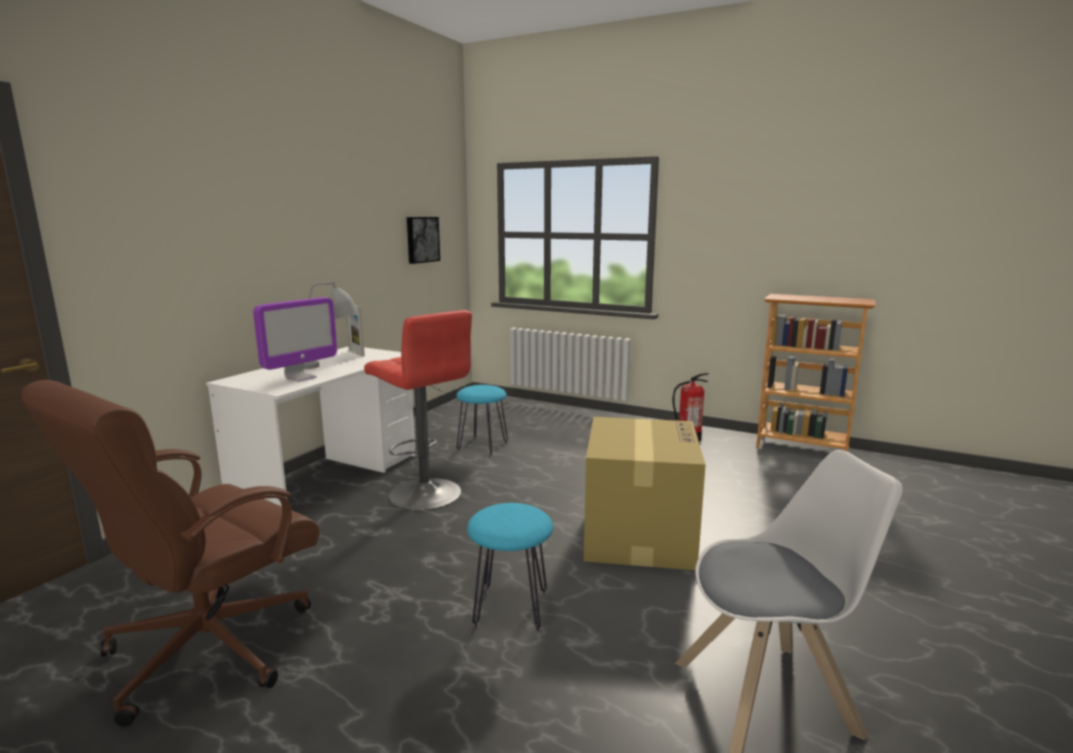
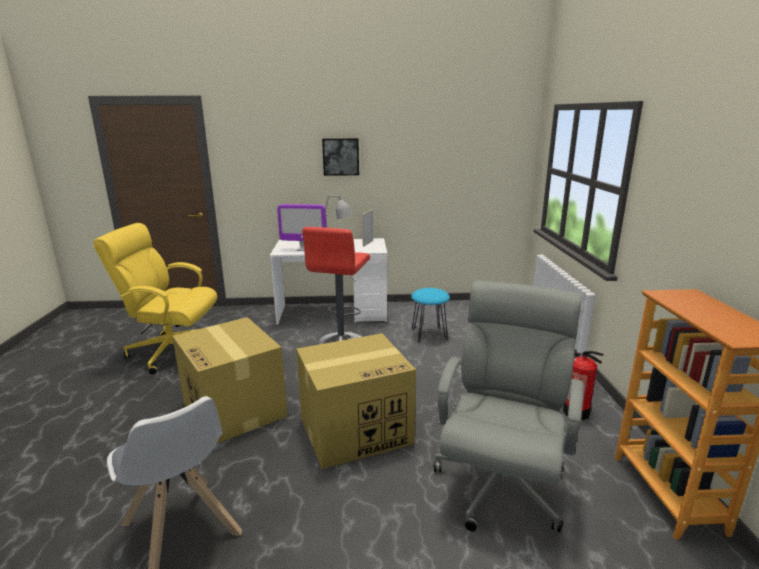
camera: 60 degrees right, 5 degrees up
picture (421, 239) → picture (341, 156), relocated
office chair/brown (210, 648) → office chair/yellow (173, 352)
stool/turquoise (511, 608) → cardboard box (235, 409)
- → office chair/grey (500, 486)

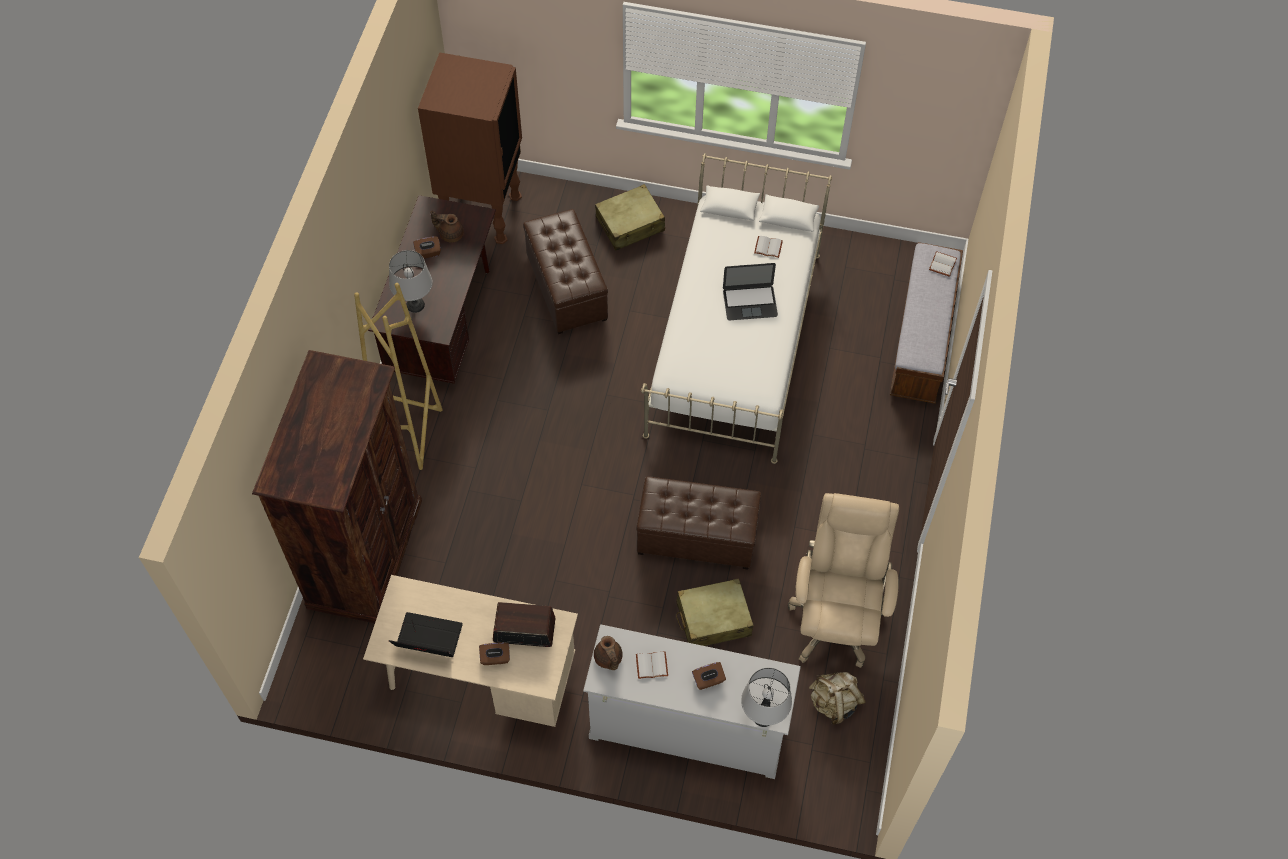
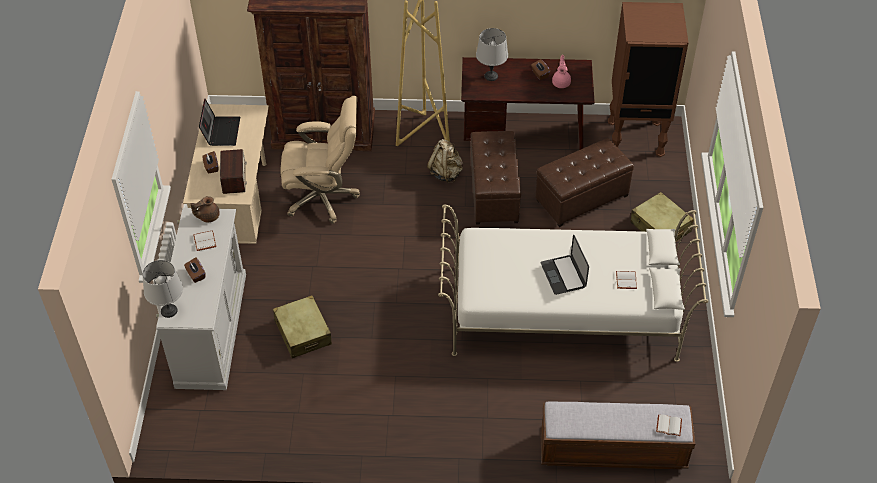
camera: 80 degrees right, 10 degrees down
teapot/brown (450, 234) → teapot/pink (561, 82)
ottoman/brown (696, 538) → ottoman/brown (493, 193), relocated
office chair/beige (836, 619) → office chair/beige (324, 199), relocated
backpack/beige (834, 703) → backpack/beige (446, 173), relocated

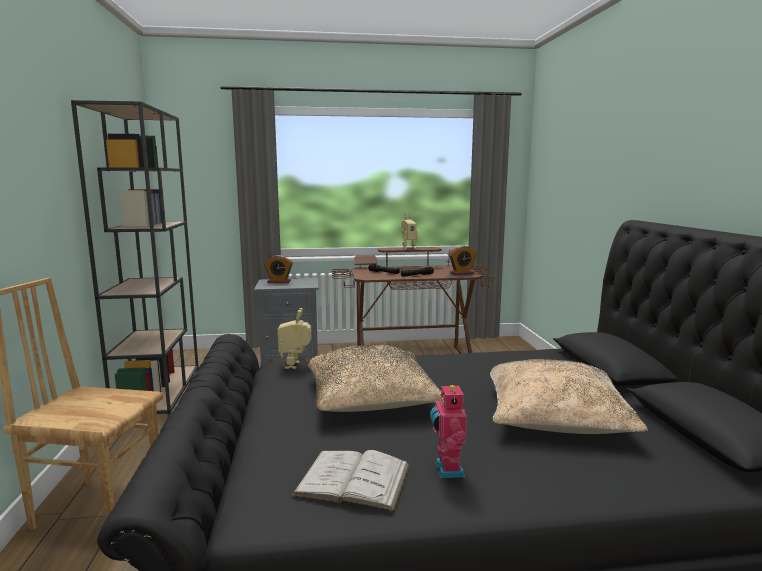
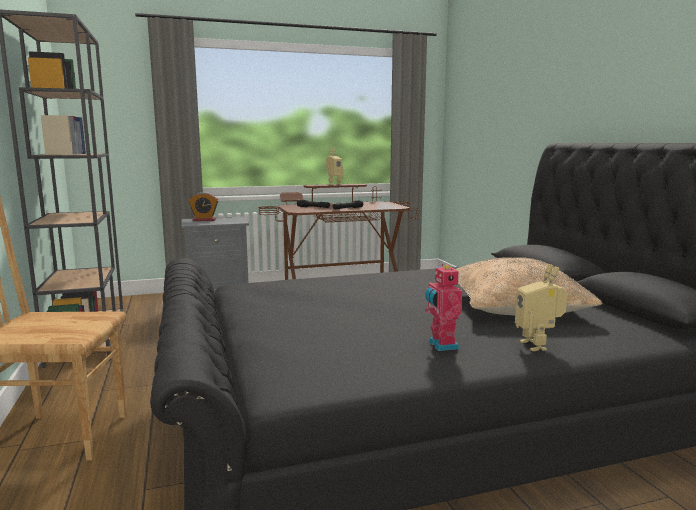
camera: 10 degrees left, 0 degrees up
alarm clock (462, 273) → -
toy robot (295, 365) → toy robot (537, 345), relocated
pillow/beige (371, 396) → -
book/white (353, 479) → -

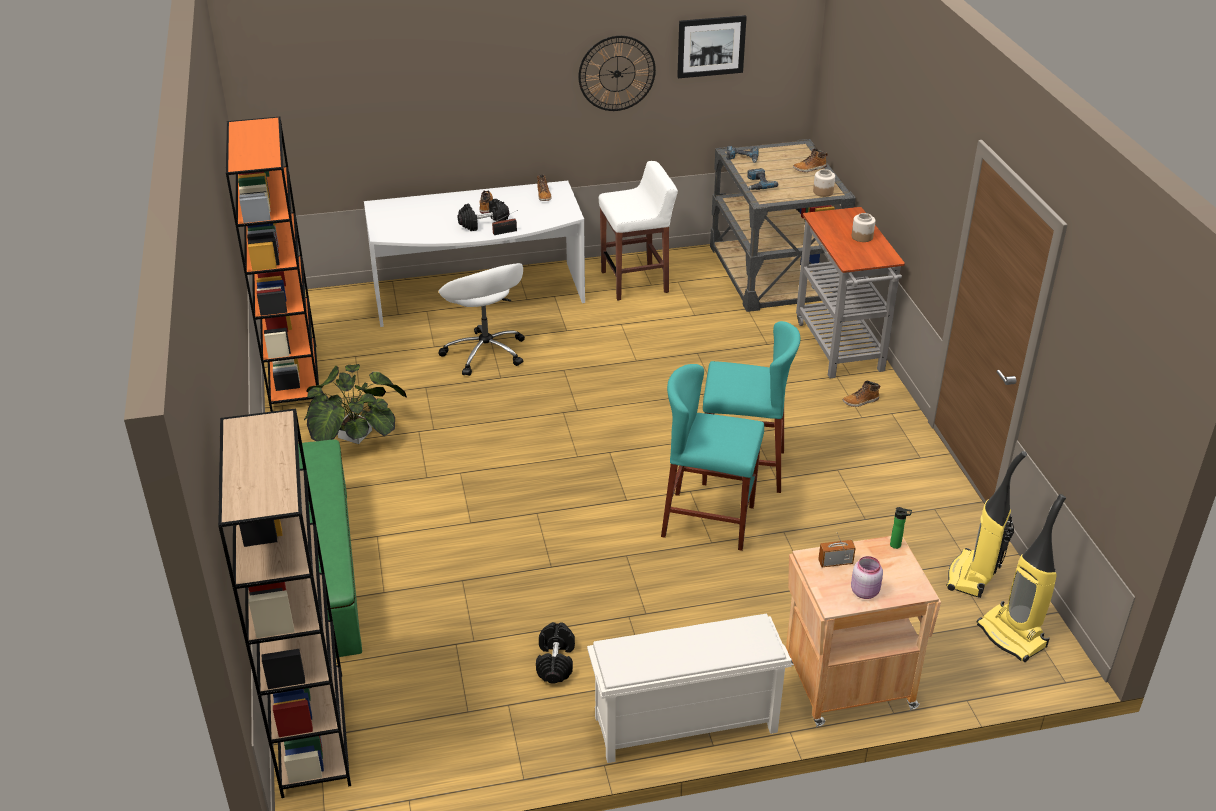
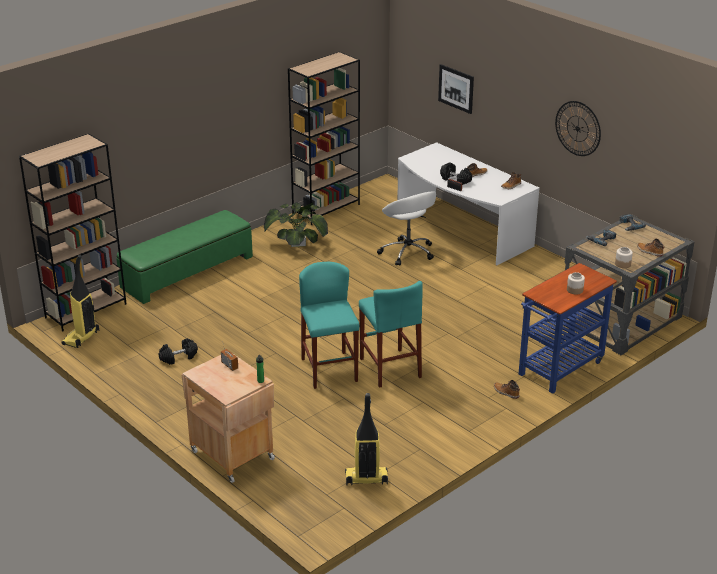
camera: 60 degrees right, 5 degrees down
picture (711, 46) → picture (456, 88), relocated
bookcase/orange (293, 377) → bookcase/beige (326, 209)
stool/white (636, 282) → -
cart/grey (840, 347) → cart/blue (560, 369)
office chair/white (486, 354) → office chair/white (408, 253), 60 degrees counterclockwise
vacuum cleaner (1013, 636) → vacuum cleaner (81, 338), relocated
jar/pink (865, 591) → -
shoe rack/white (684, 725) → -

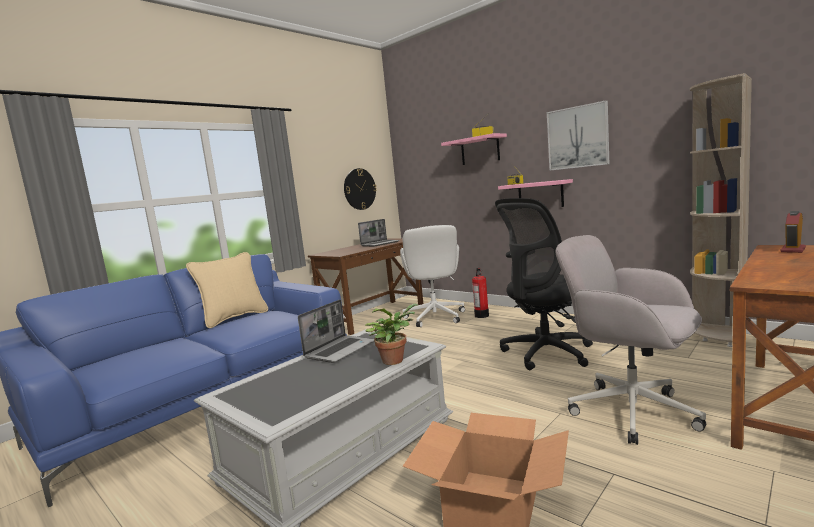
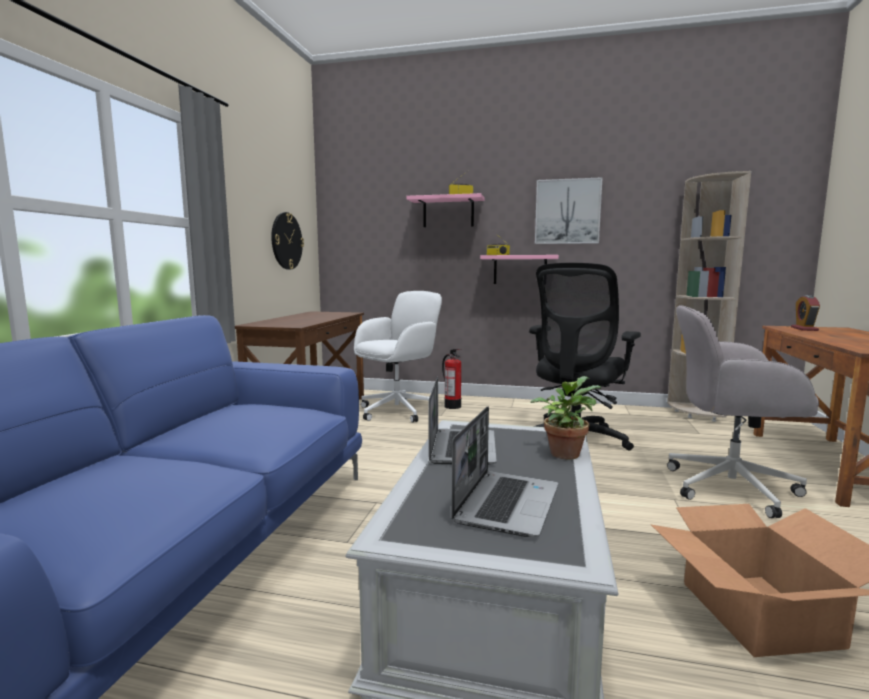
camera: 30 degrees left, 0 degrees up
laptop (380, 244) → laptop (506, 503), relocated
office chair/white (435, 317) → office chair/white (398, 411), 105 degrees counterclockwise
pillow/beige (234, 318) → -

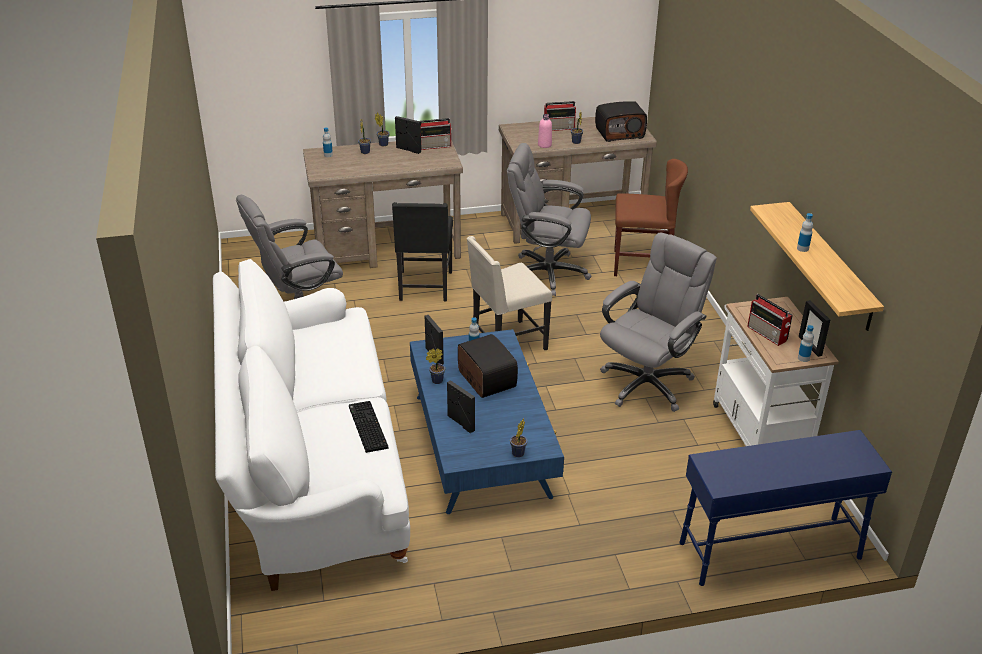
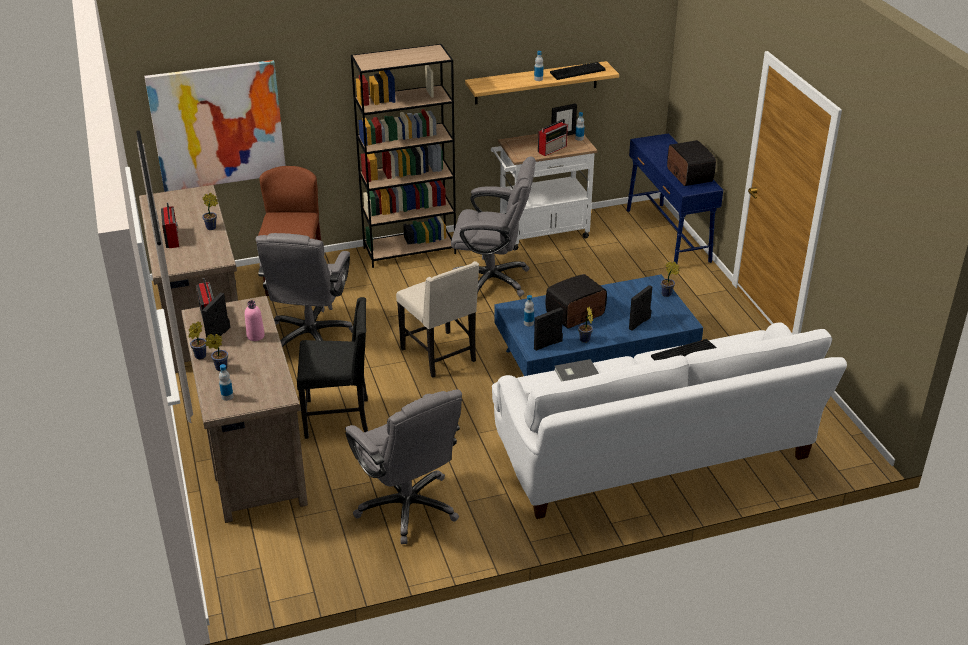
camera: 95 degrees left, 0 degrees up
radio (619, 133) → radio (688, 175), relocated
bottle/pink (544, 145) → bottle/pink (255, 336), relocated
office chair/grey (646, 384) → office chair/grey (491, 280), 150 degrees clockwise
- → bookcase/beige (410, 250)
- → picture (217, 125)
- → keyboard (577, 71)
- → book/grey (576, 373)

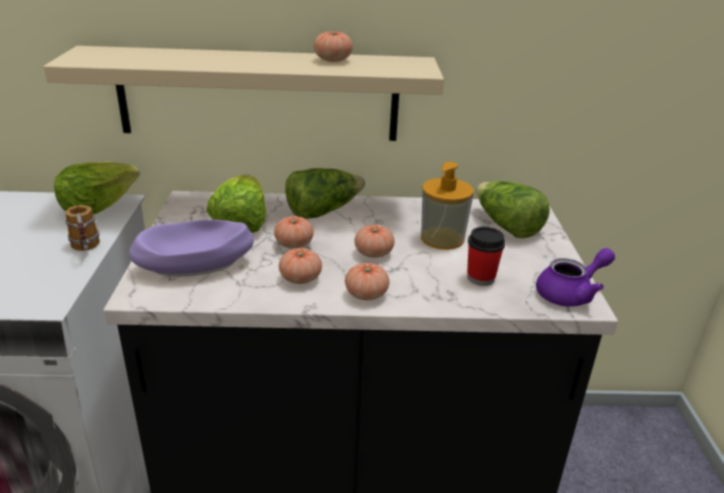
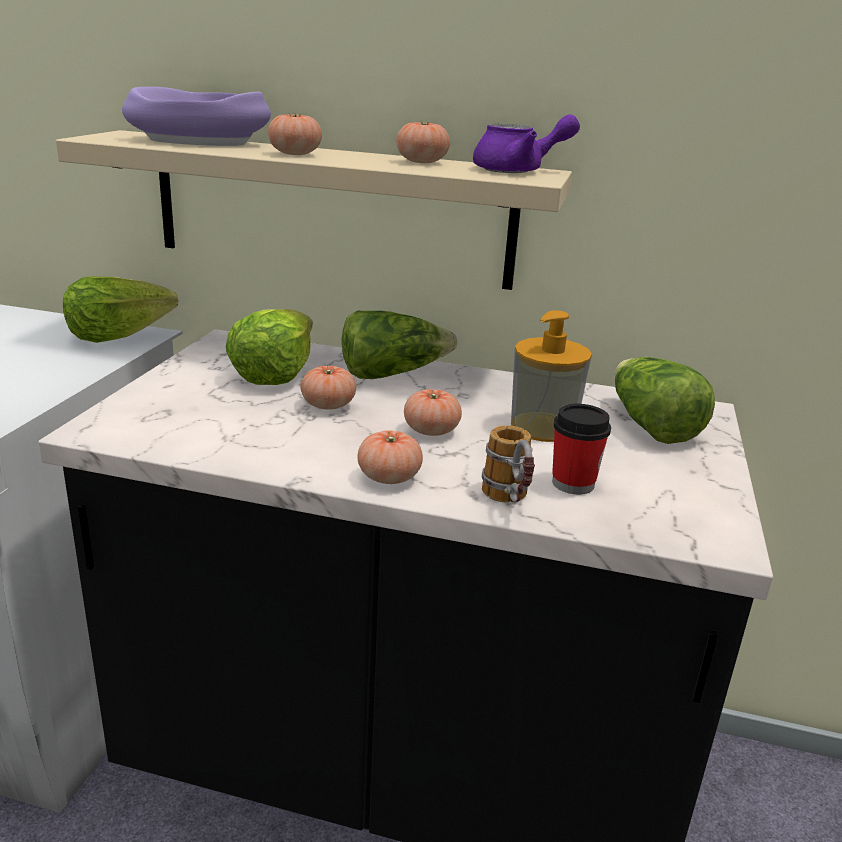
camera: 15 degrees right, 5 degrees down
mug (86, 250) → mug (510, 502), relocated
bowl/purple (195, 265) → bowl/purple (199, 142), relocated
tomato (300, 278) → tomato (295, 154), relocated
teapot/purple (571, 294) → teapot/purple (518, 170), relocated

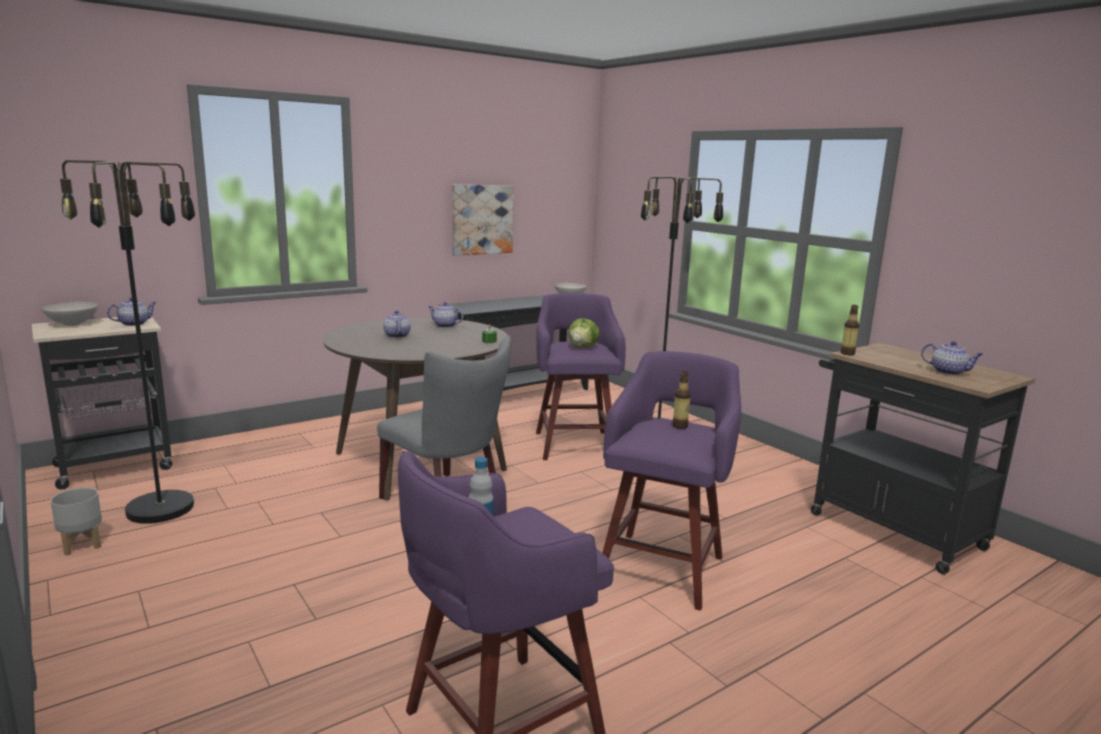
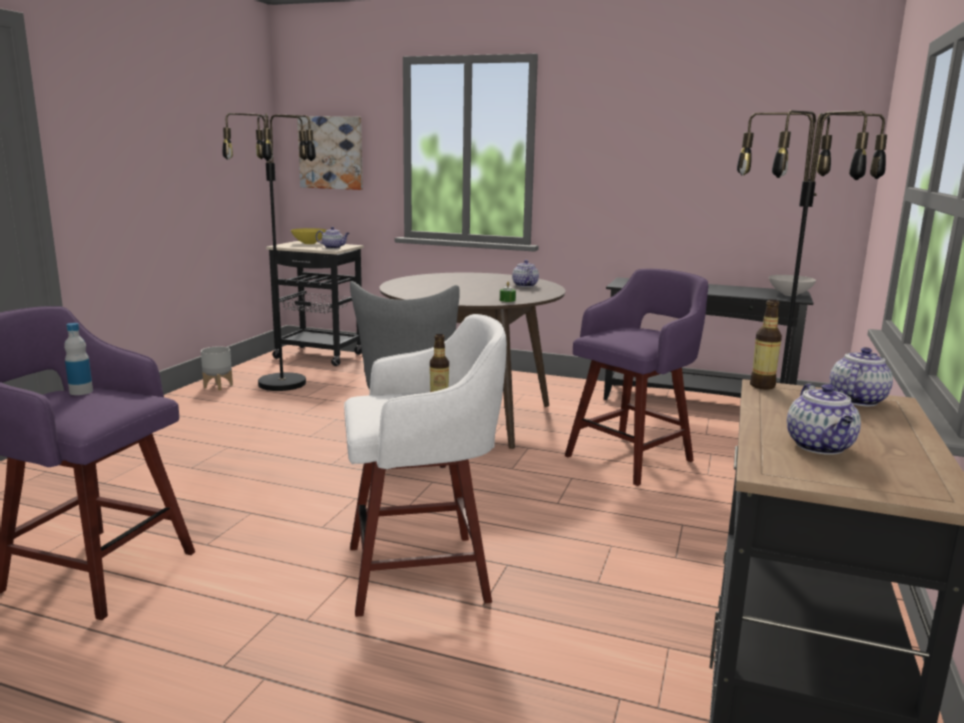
camera: 55 degrees right, 0 degrees up
picture (482, 219) → picture (331, 153), relocated
bowl/white (73, 324) → bowl/yellow (310, 243)
teapot (396, 336) → teapot (856, 400), relocated
lettuce (583, 347) → -
stool/purple (662, 567) → stool/white (423, 573)

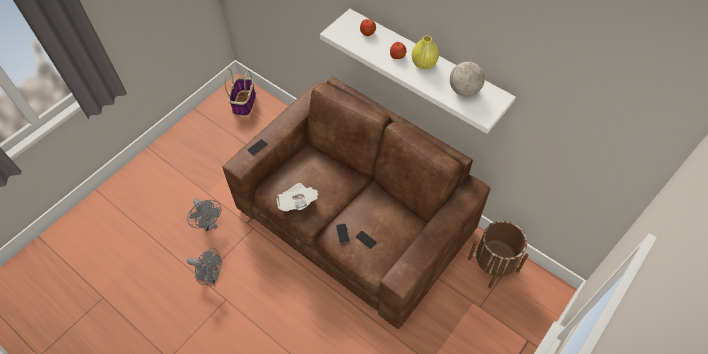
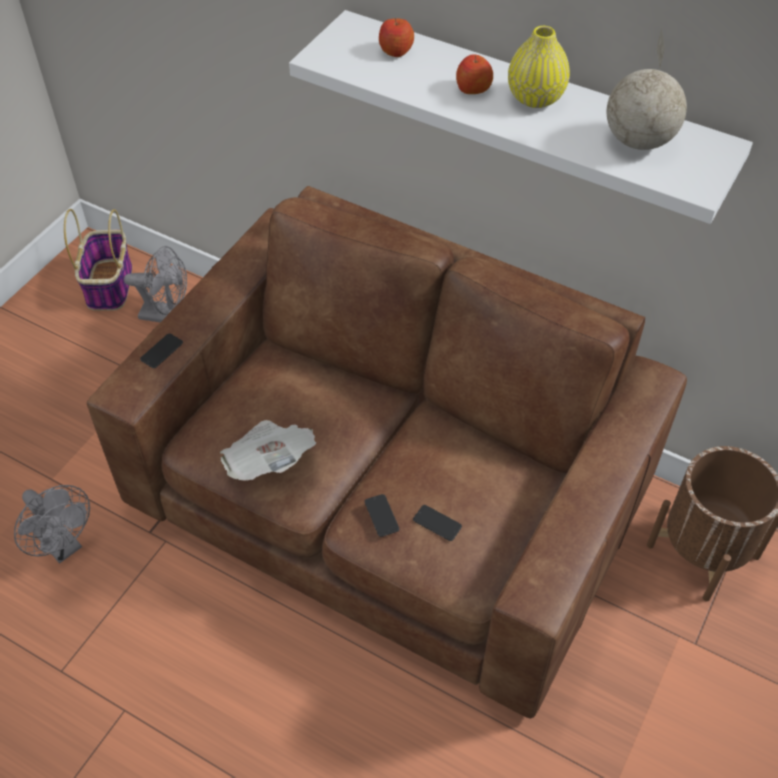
camera: 10 degrees left, 5 degrees down
fan/grey (211, 276) → fan/grey (167, 315), relocated

